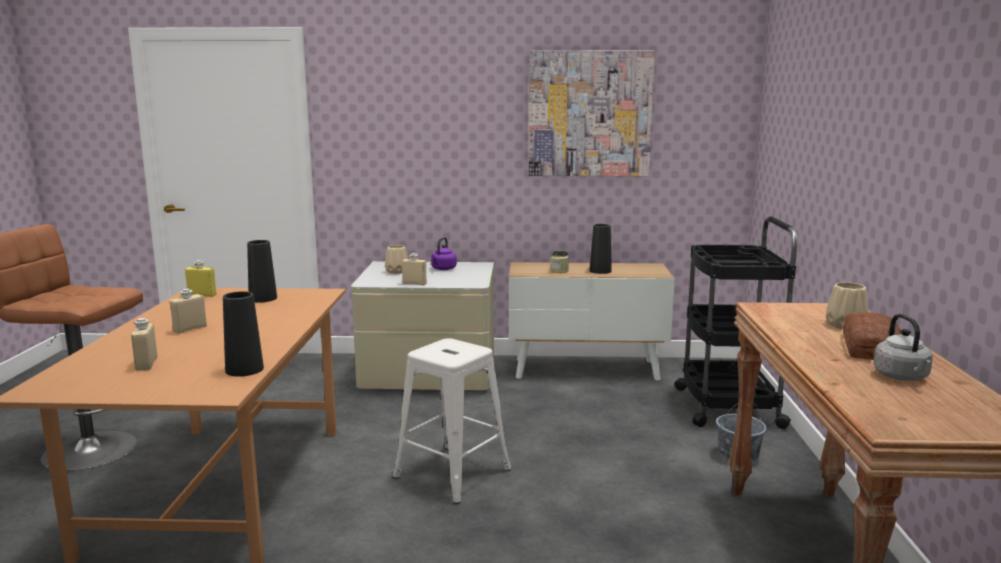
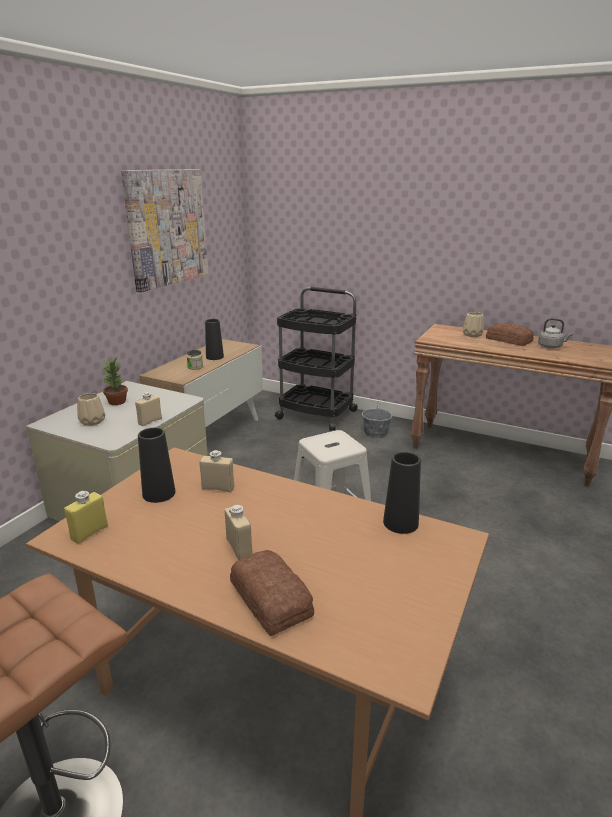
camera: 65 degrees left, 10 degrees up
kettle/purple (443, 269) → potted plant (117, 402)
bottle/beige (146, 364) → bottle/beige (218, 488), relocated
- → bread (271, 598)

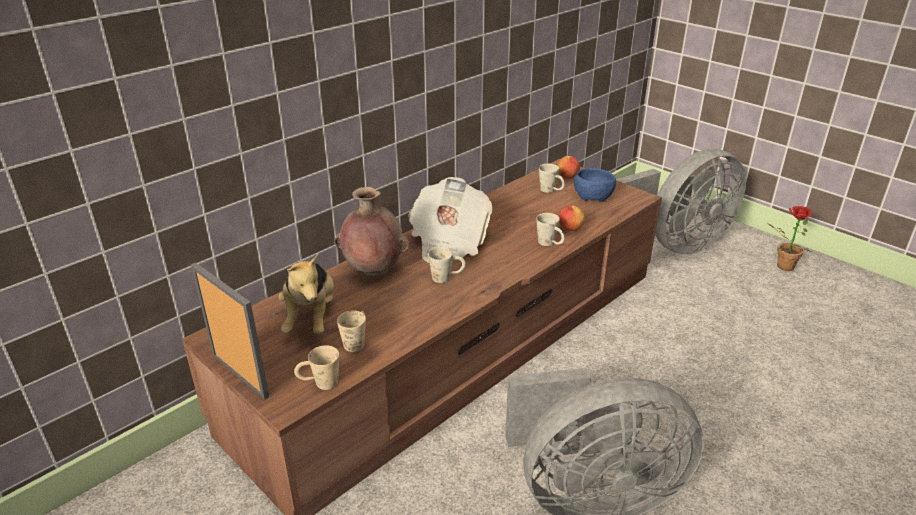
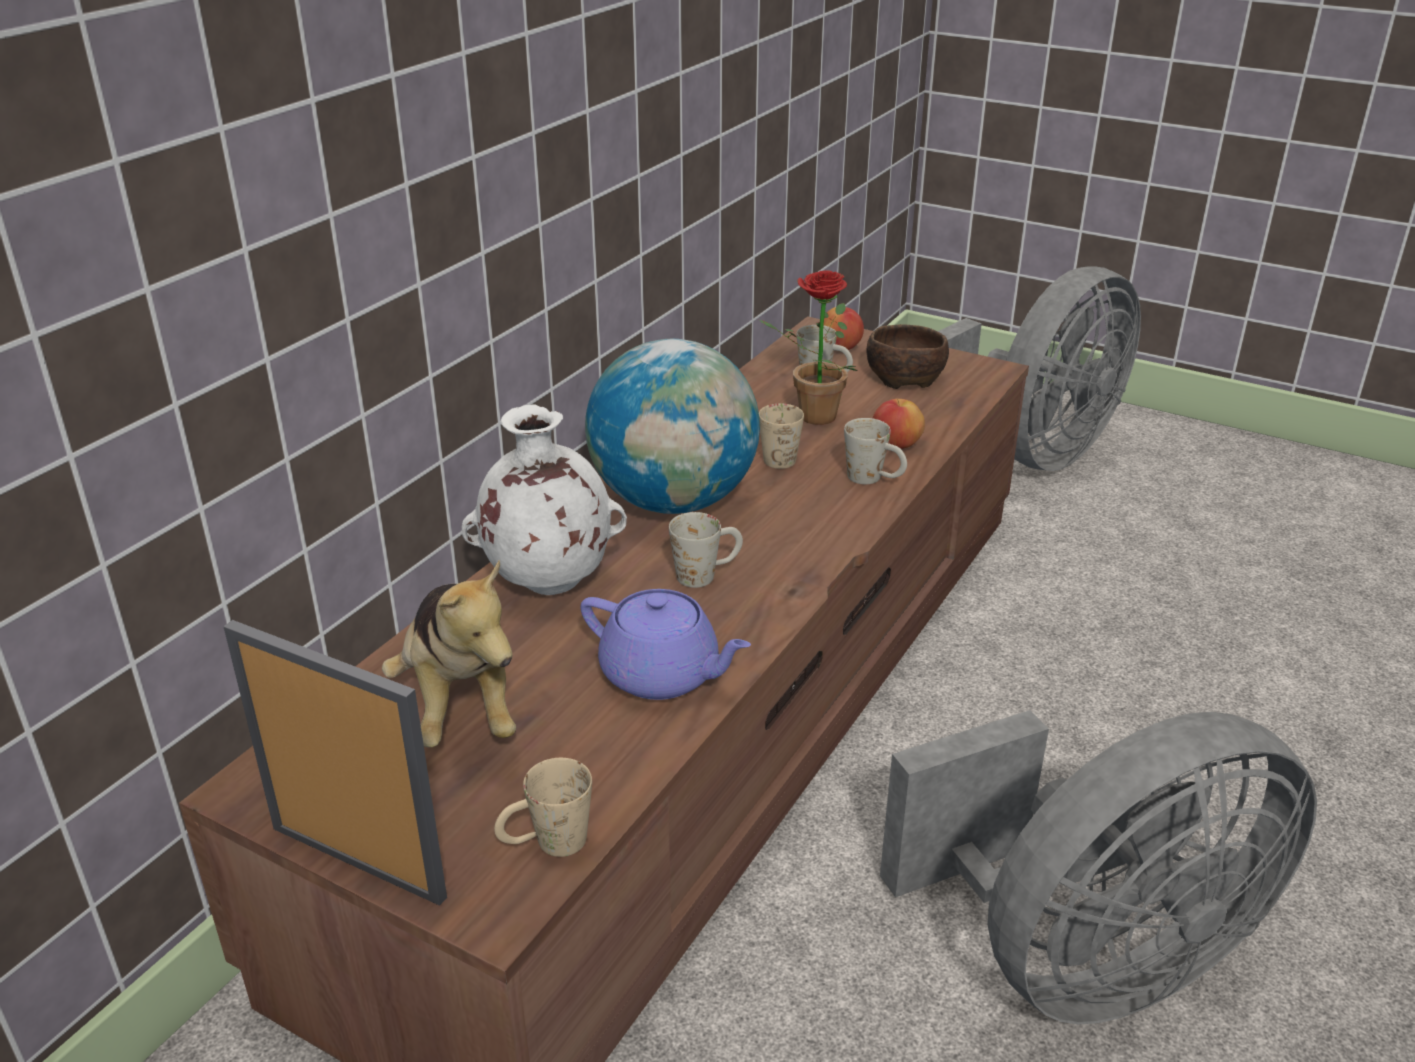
camera: 15 degrees left, 0 degrees up
bowl/blue (592, 195) → bowl/brown (903, 376)
newspaper (448, 241) → globe (674, 501)
vase/brown (373, 270) → vase/white (548, 583)
potted plant (781, 266) → potted plant (809, 417), relocated
mug/beige (356, 341) → mug/beige (779, 455), relocated
- → teapot/purple (662, 675)

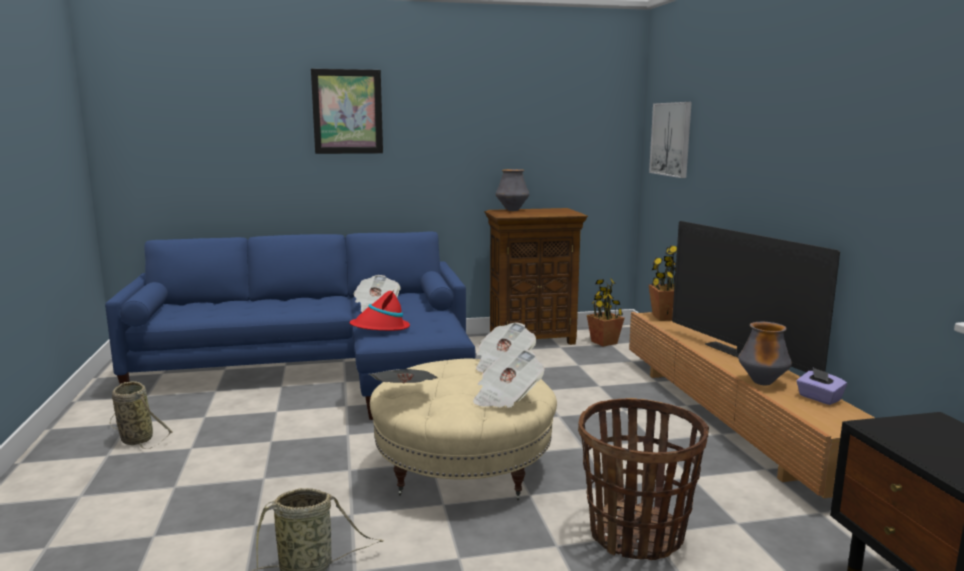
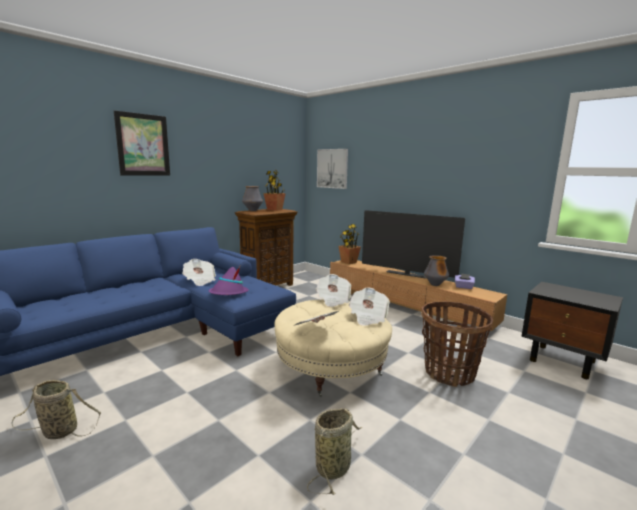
camera: 35 degrees left, 0 degrees up
potted plant (604, 342) → potted plant (274, 209), relocated
hat/red (380, 328) → hat/purple (228, 293)

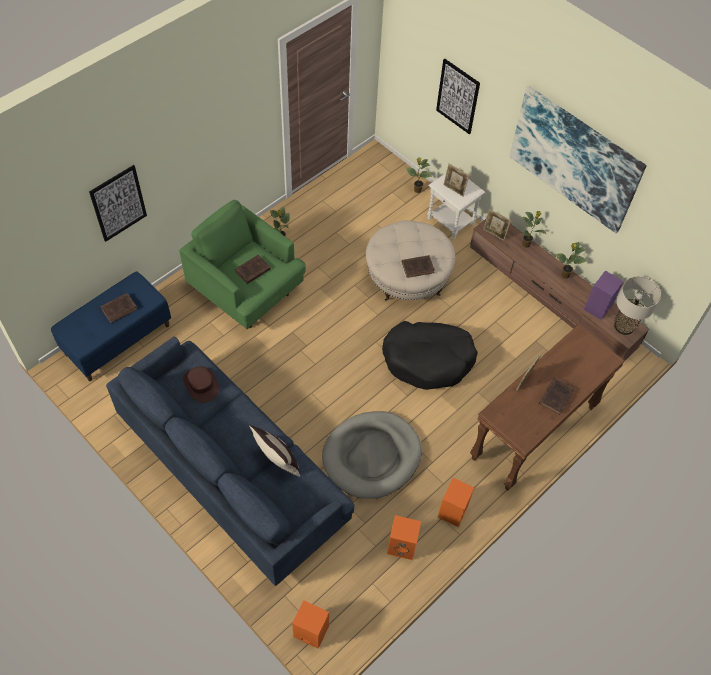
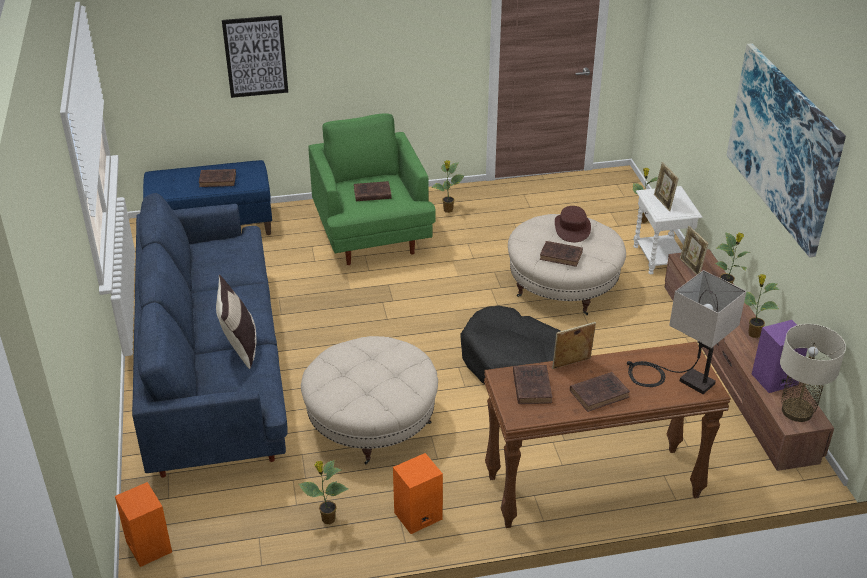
camera: 35 degrees right, 20 degrees down
picture (457, 96) → -
hat/brown (201, 385) → hat/brown (572, 228), relocated
dog bed/grey (372, 456) → ottoman/beige (371, 422)
speaker/orange (403, 545) → potted plant (327, 519)
- → table lamp (675, 378)
- → book/brown (532, 386)

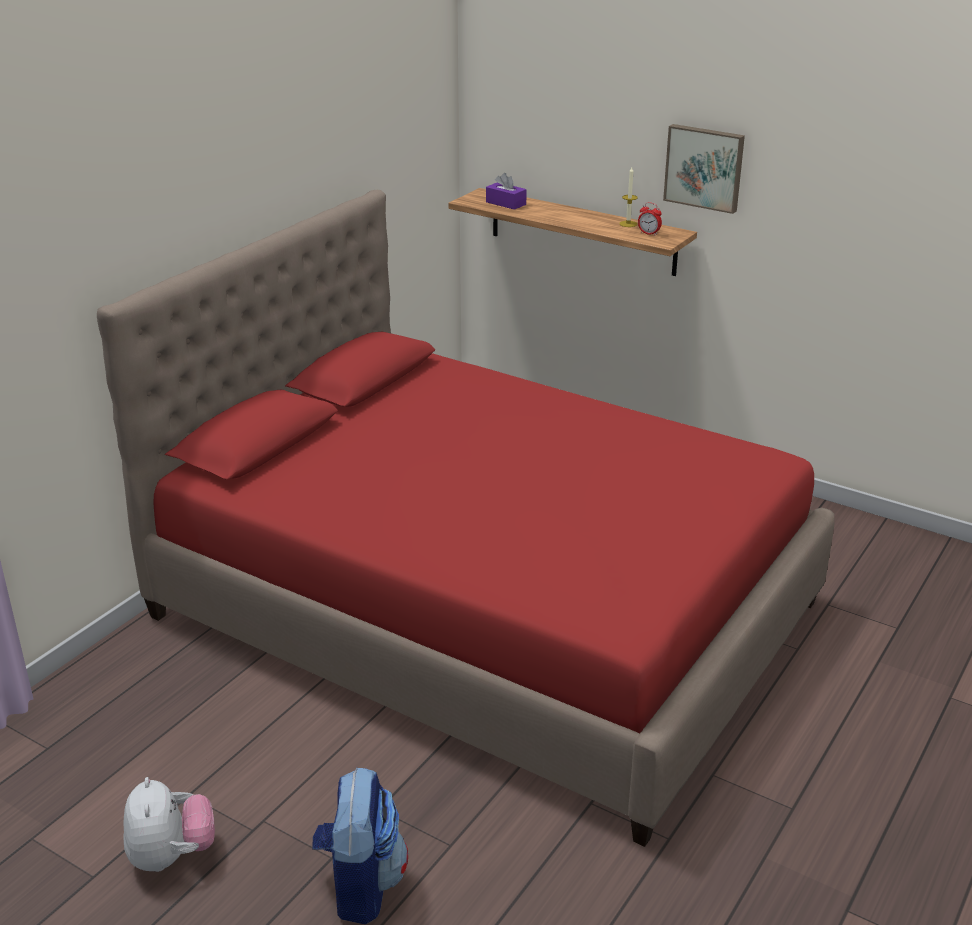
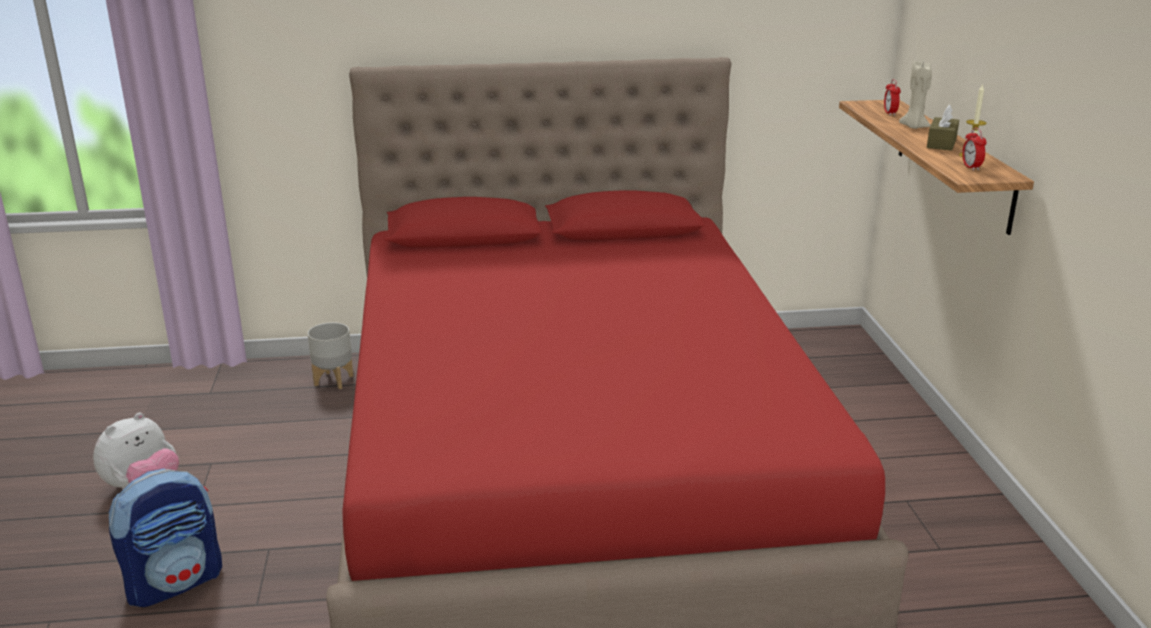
camera: 50 degrees right, 5 degrees down
picture (704, 167) → -
tissue box/purple (506, 203) → alarm clock (890, 113)
- → candle/beige (913, 127)
- → tissue box/brown (941, 143)
- → planter/grey (334, 380)

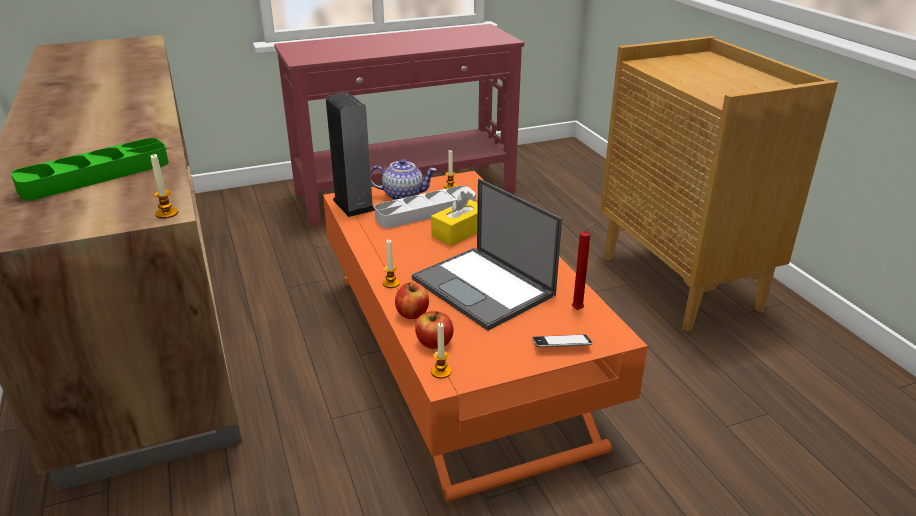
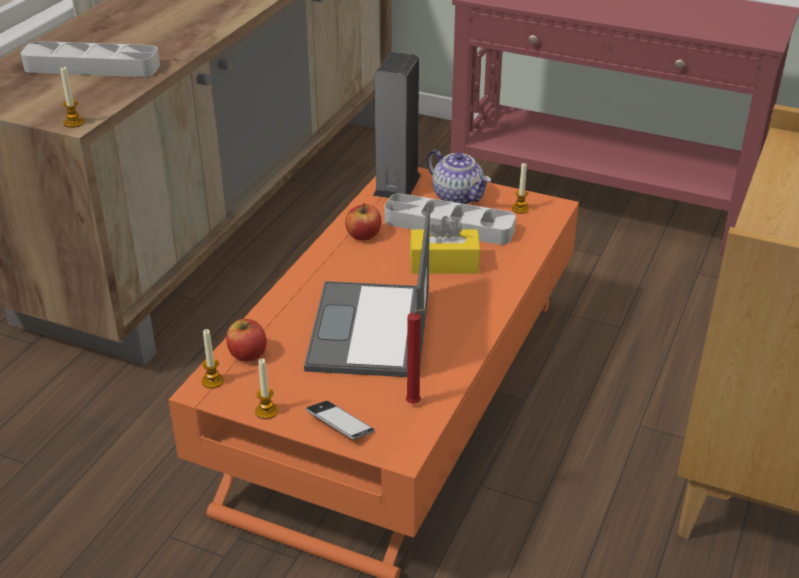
camera: 45 degrees right, 5 degrees up
tray/green (95, 176) → tray/grey (92, 67)
candle (391, 283) → candle (266, 411), relocated
apple (412, 313) → apple (363, 235), relocated

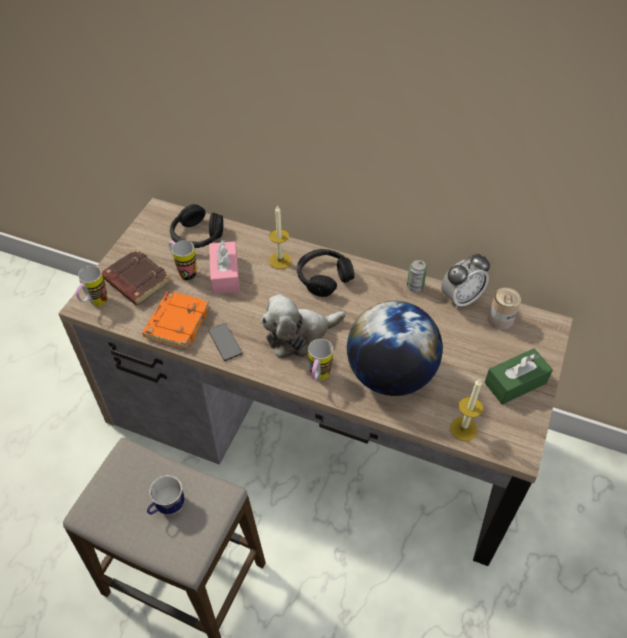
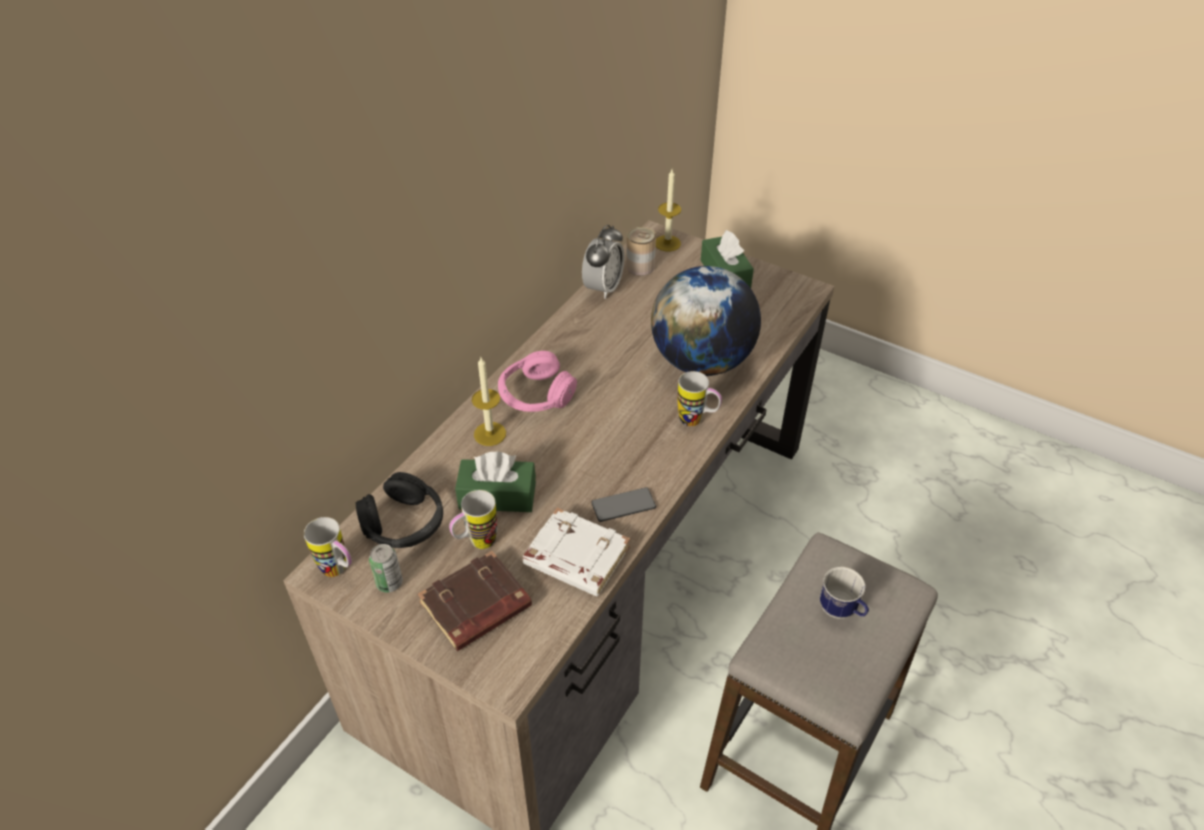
camera: 80 degrees left, 5 degrees down
tissue box/pink (225, 274) → tissue box/green (497, 496)
headphones/black (323, 277) → headphones/pink (535, 395)
alarm clock (460, 299) → alarm clock (603, 288), 45 degrees clockwise
can (415, 286) → can (389, 583), relocated
mug (95, 304) → mug (339, 571), relocated
book/orange (177, 322) → book/white (575, 557)
plush toy (299, 335) → -
candle (463, 429) → candle (667, 243), relocated

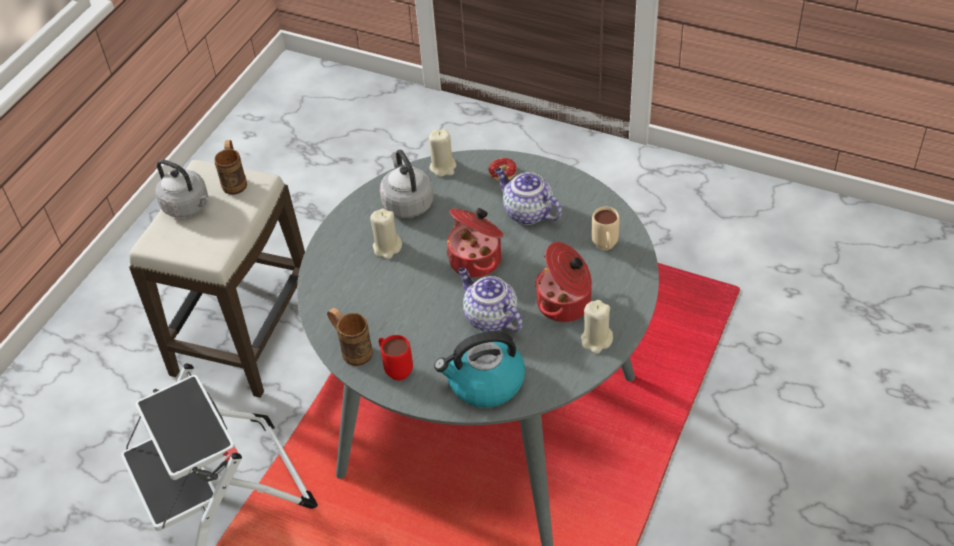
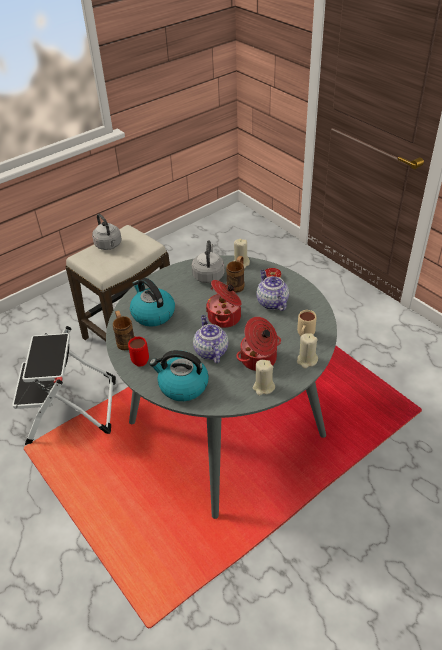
camera: 25 degrees right, 5 degrees down
mug/brown (235, 181) → mug/brown (237, 284), relocated
candle/beige (387, 247) → candle/beige (306, 360), relocated
- → kettle (152, 314)

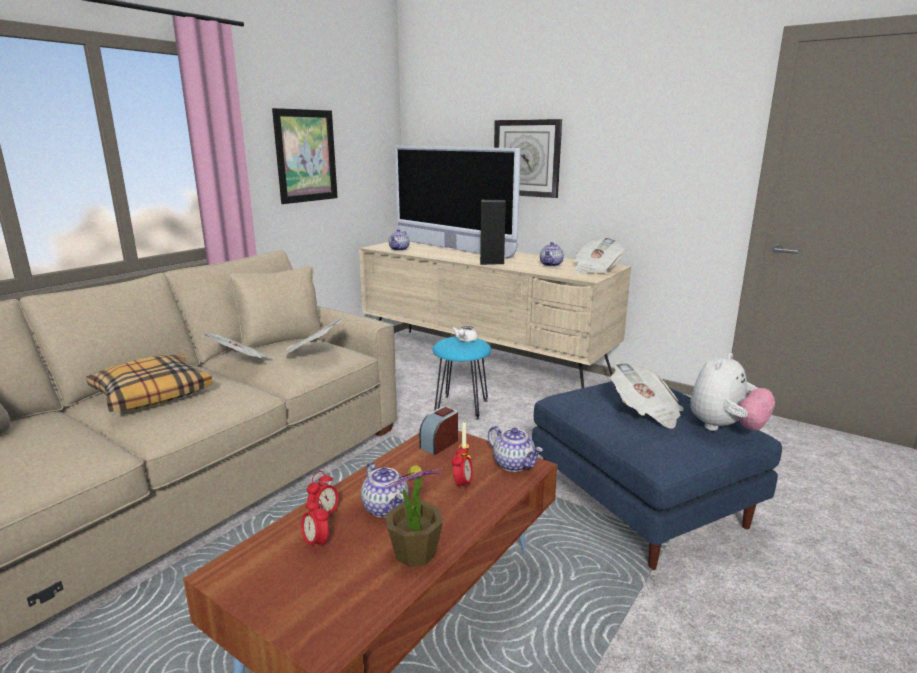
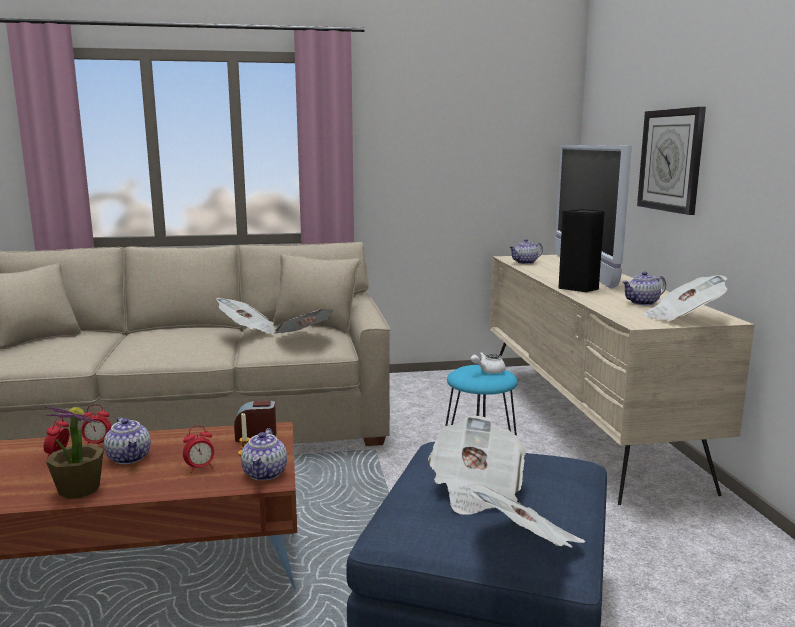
camera: 45 degrees right, 5 degrees down
picture (306, 156) → -
plush toy (725, 428) → newspaper (525, 544)
pillow (152, 394) → -
teapot (386, 508) → teapot (130, 458), 45 degrees counterclockwise

